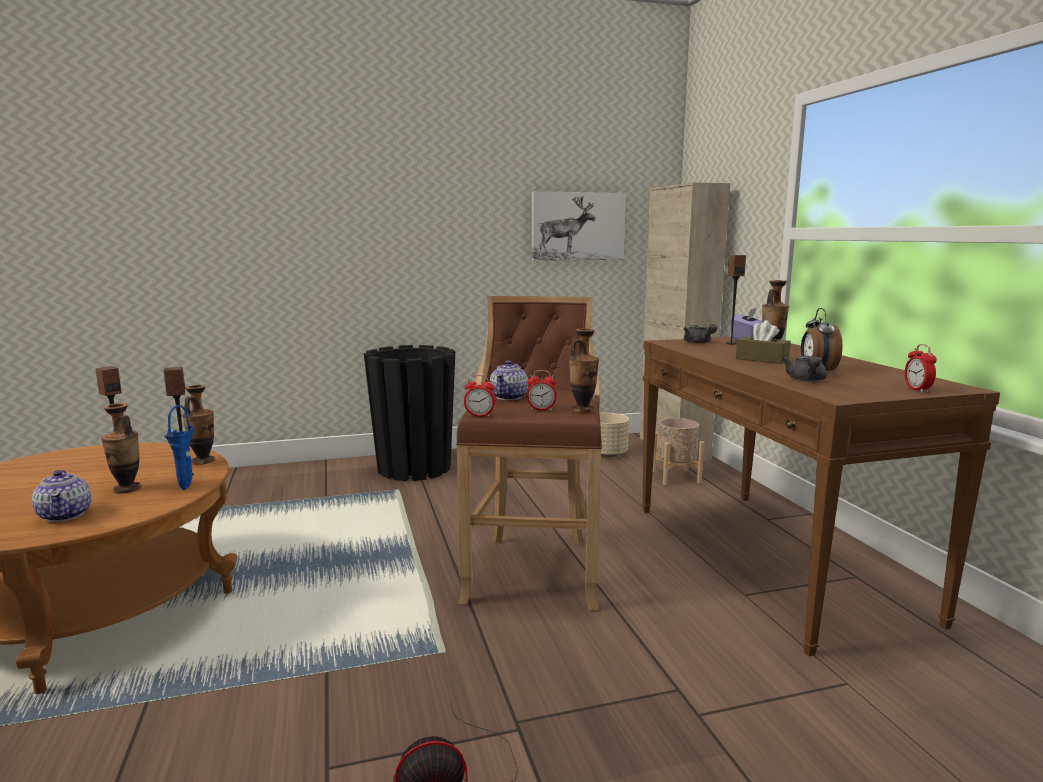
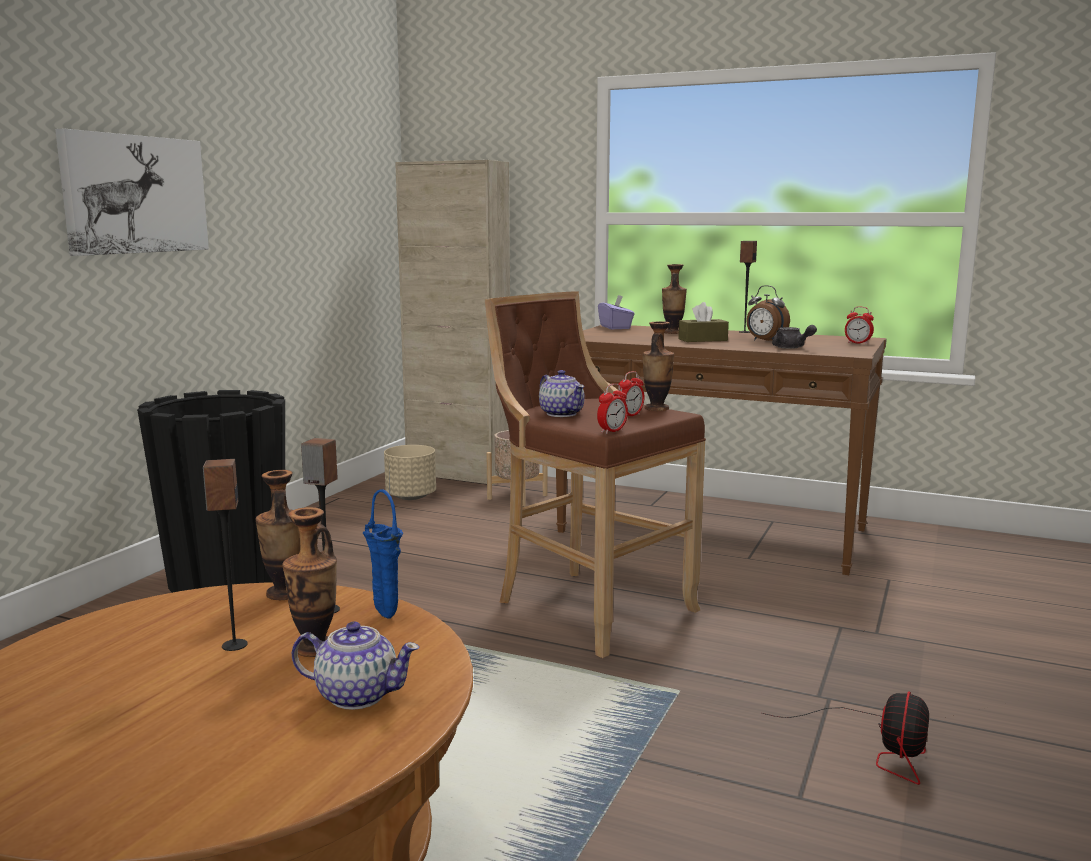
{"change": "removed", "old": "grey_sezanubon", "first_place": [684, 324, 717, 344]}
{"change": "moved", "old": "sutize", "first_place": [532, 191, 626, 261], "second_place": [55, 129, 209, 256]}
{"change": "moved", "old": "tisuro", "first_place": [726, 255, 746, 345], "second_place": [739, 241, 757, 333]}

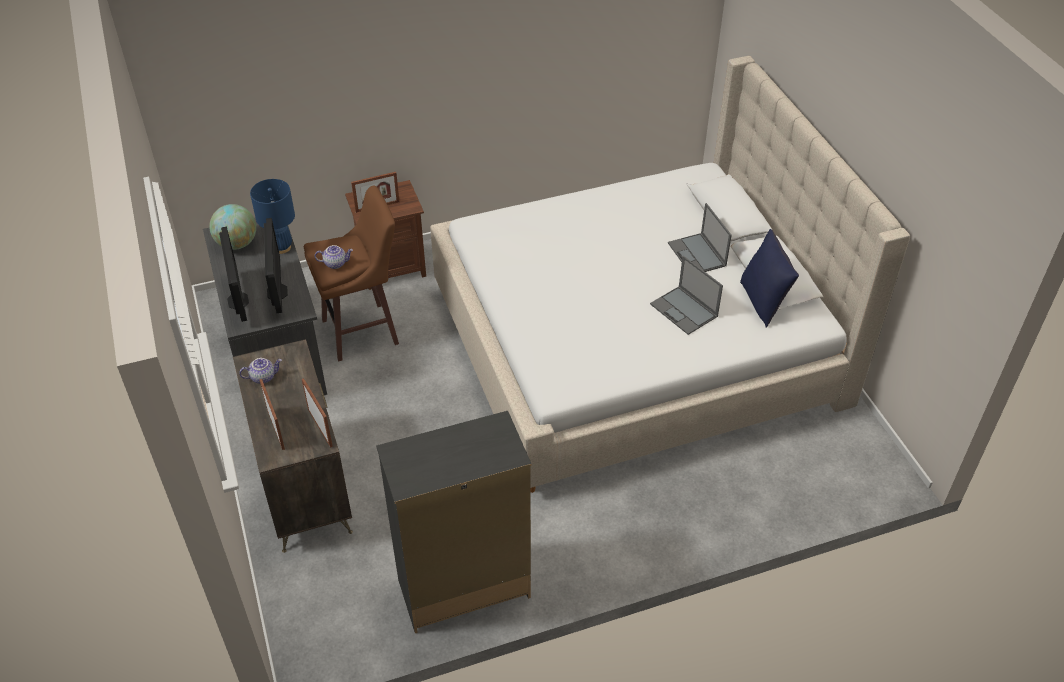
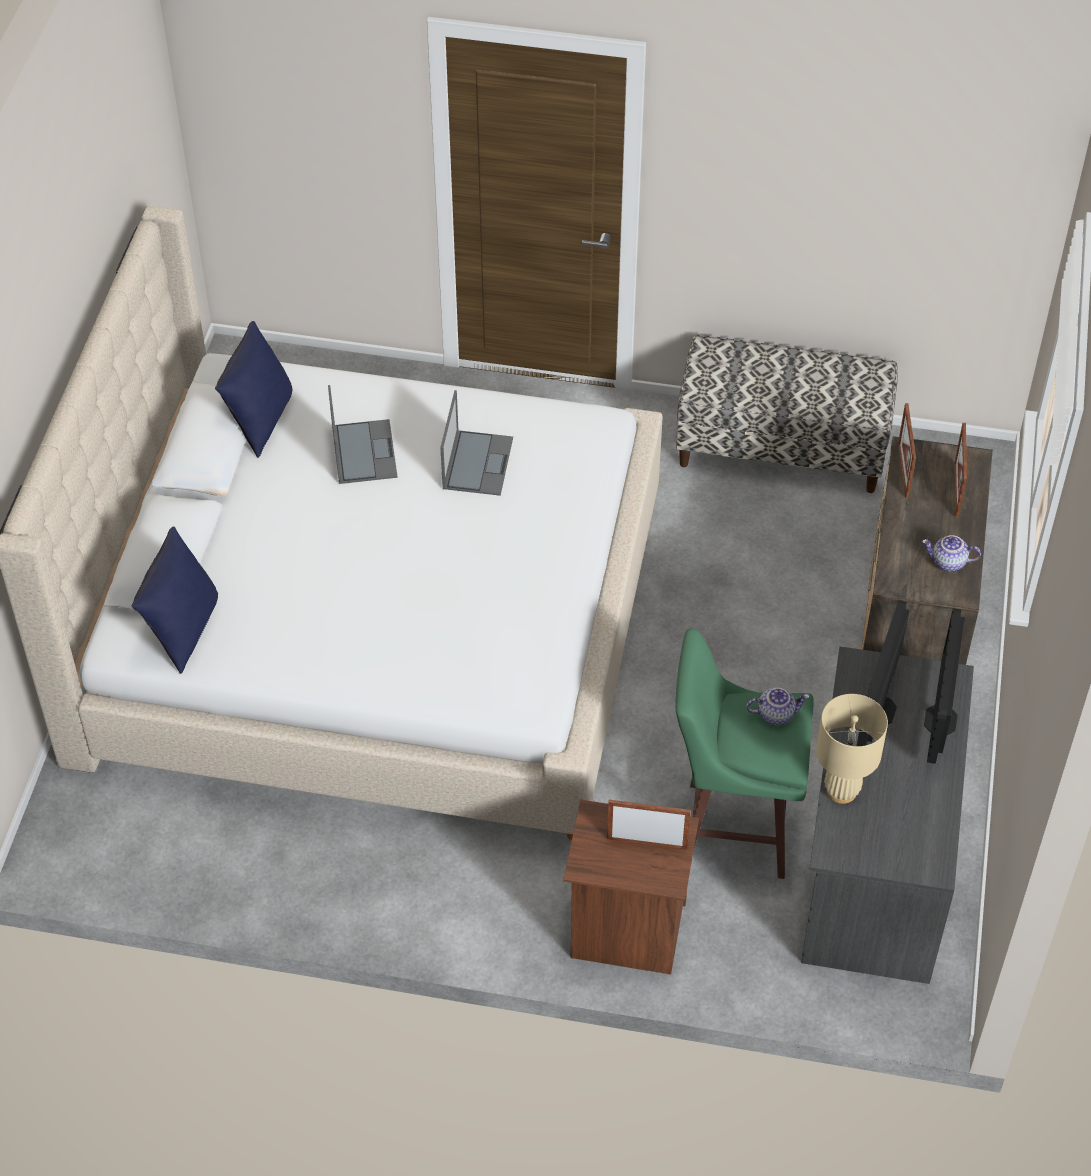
{"change": "removed", "old": "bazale", "first_place": [209, 204, 256, 250]}
{"change": "added", "new": "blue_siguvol", "second_place": [132, 527, 218, 674]}
{"change": "moved", "old": "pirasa", "first_place": [668, 203, 732, 272], "second_place": [440, 390, 513, 496]}
{"change": "replaced", "old": "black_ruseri", "new": "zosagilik", "first_place": [376, 411, 532, 633], "second_place": [676, 335, 898, 493]}
{"change": "recoloured", "old": "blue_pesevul", "new": "beige_pesevul", "first_place": [250, 179, 295, 254], "second_place": [816, 694, 888, 804]}
{"change": "recoloured", "old": "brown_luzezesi", "new": "green_luzezesi", "first_place": [304, 186, 399, 361], "second_place": [675, 629, 814, 879]}
{"change": "turned", "old": "sezanubon", "first_place": [315, 245, 353, 269], "second_place": [746, 687, 809, 725], "degrees": 150}

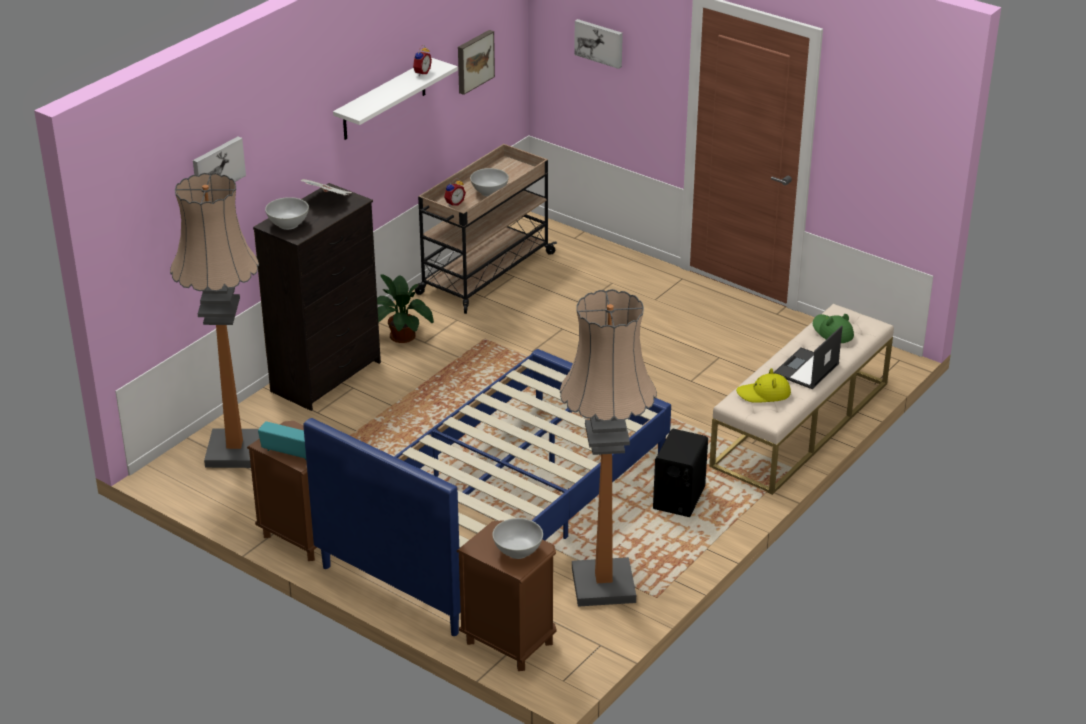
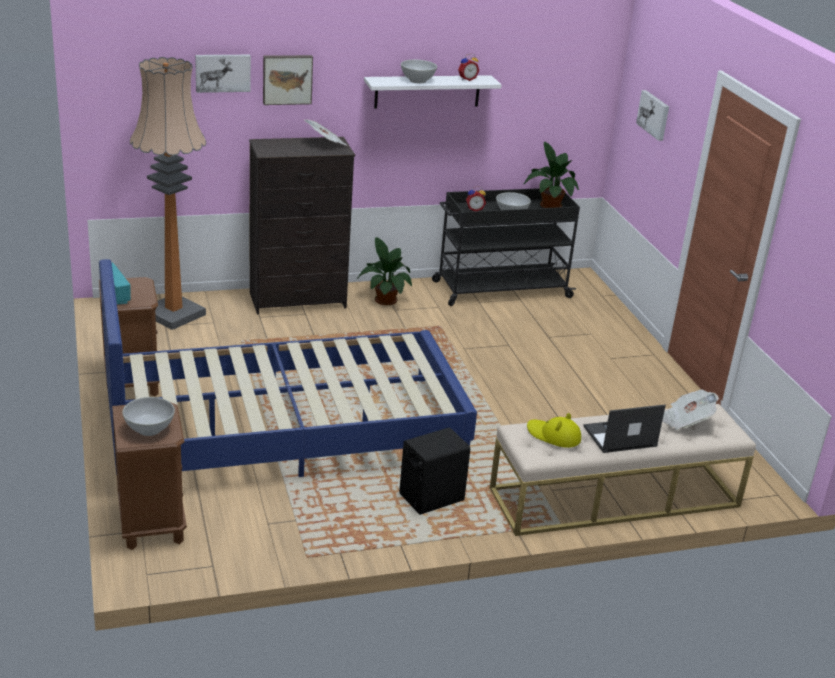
{"change": "removed", "old": "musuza", "first_place": [560, 289, 657, 607]}
{"change": "added", "new": "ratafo", "second_place": [523, 142, 579, 208]}
{"change": "moved", "old": "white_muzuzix", "first_place": [265, 197, 309, 230], "second_place": [401, 60, 437, 84]}
{"change": "moved", "old": "sutize", "first_place": [458, 30, 495, 95], "second_place": [263, 55, 313, 105]}
{"change": "replaced", "old": "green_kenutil", "new": "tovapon", "first_place": [813, 314, 854, 343], "second_place": [662, 389, 719, 430]}
{"change": "recoloured", "old": "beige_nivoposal", "new": "black_nivoposal", "first_place": [415, 144, 557, 314], "second_place": [432, 188, 580, 306]}

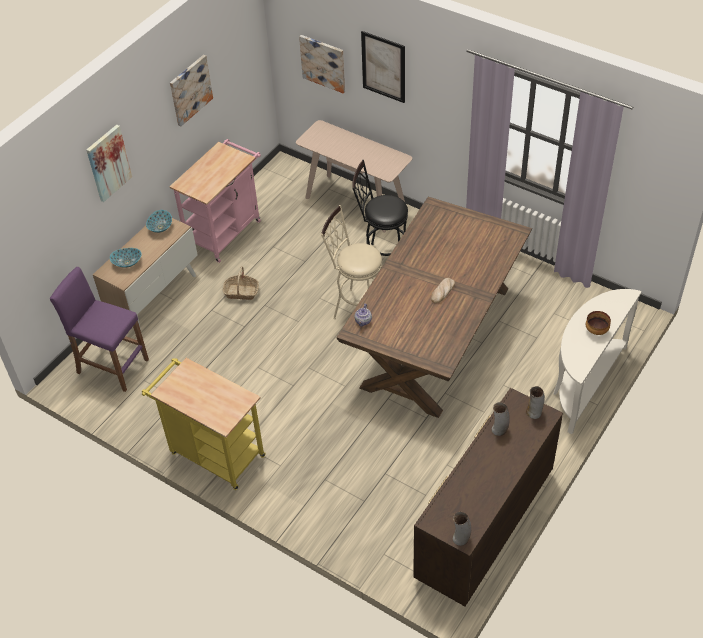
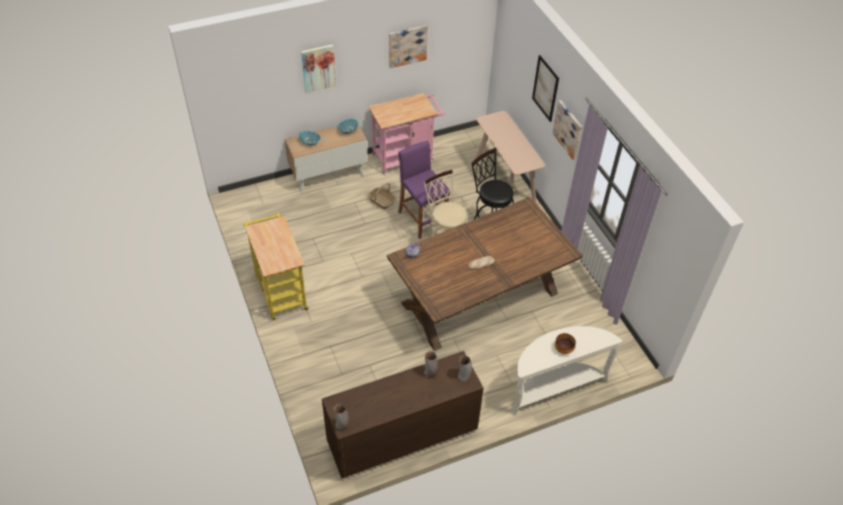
{"change": "moved", "old": "purple_luzezesi", "first_place": [50, 267, 149, 392], "second_place": [398, 141, 450, 239]}
{"change": "moved", "old": "sutize", "first_place": [299, 35, 345, 93], "second_place": [552, 100, 582, 160]}

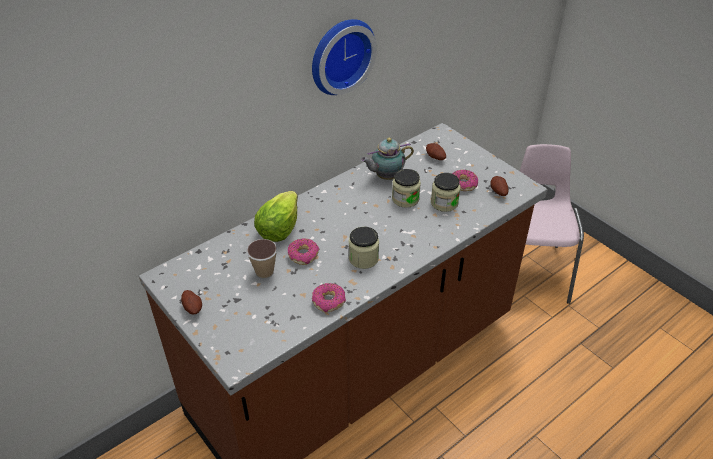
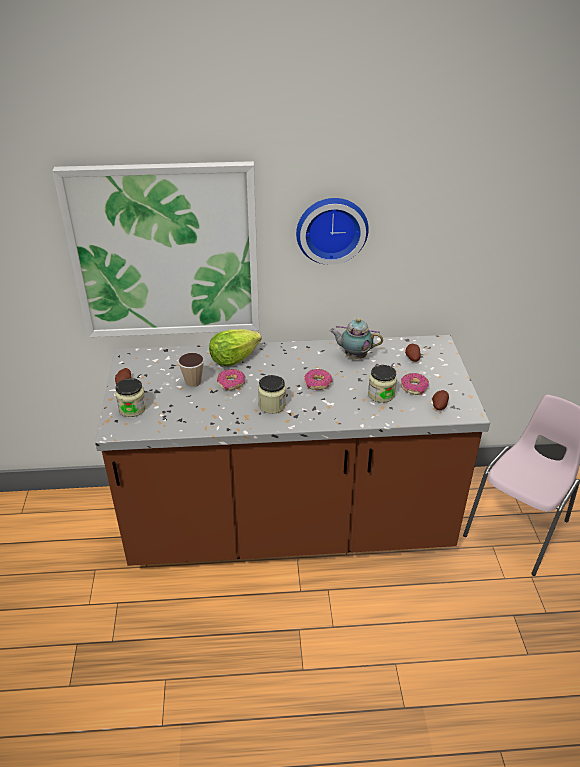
{"change": "added", "new": "sutize", "second_place": [52, 161, 259, 337]}
{"change": "moved", "old": "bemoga", "first_place": [312, 283, 346, 312], "second_place": [304, 369, 332, 390]}
{"change": "moved", "old": "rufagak", "first_place": [392, 169, 421, 208], "second_place": [115, 378, 146, 417]}

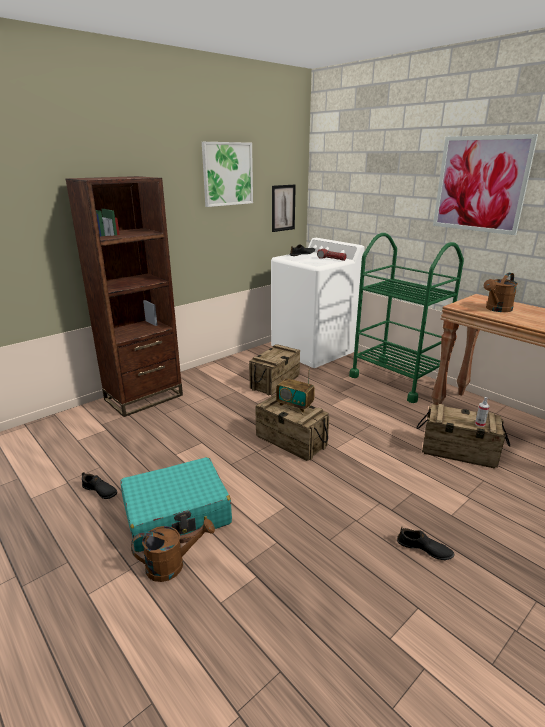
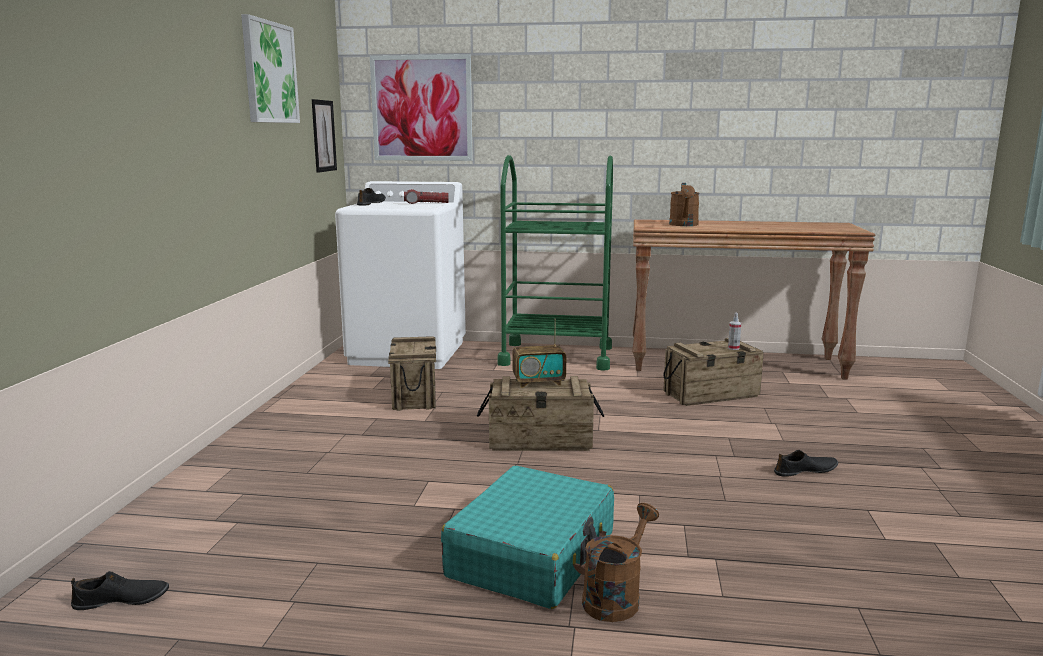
{"change": "removed", "old": "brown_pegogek", "first_place": [65, 176, 183, 417]}
{"change": "moved", "old": "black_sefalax", "first_place": [82, 472, 117, 499], "second_place": [71, 571, 169, 610]}
{"change": "moved", "old": "sutize", "first_place": [433, 134, 538, 235], "second_place": [370, 54, 473, 161]}

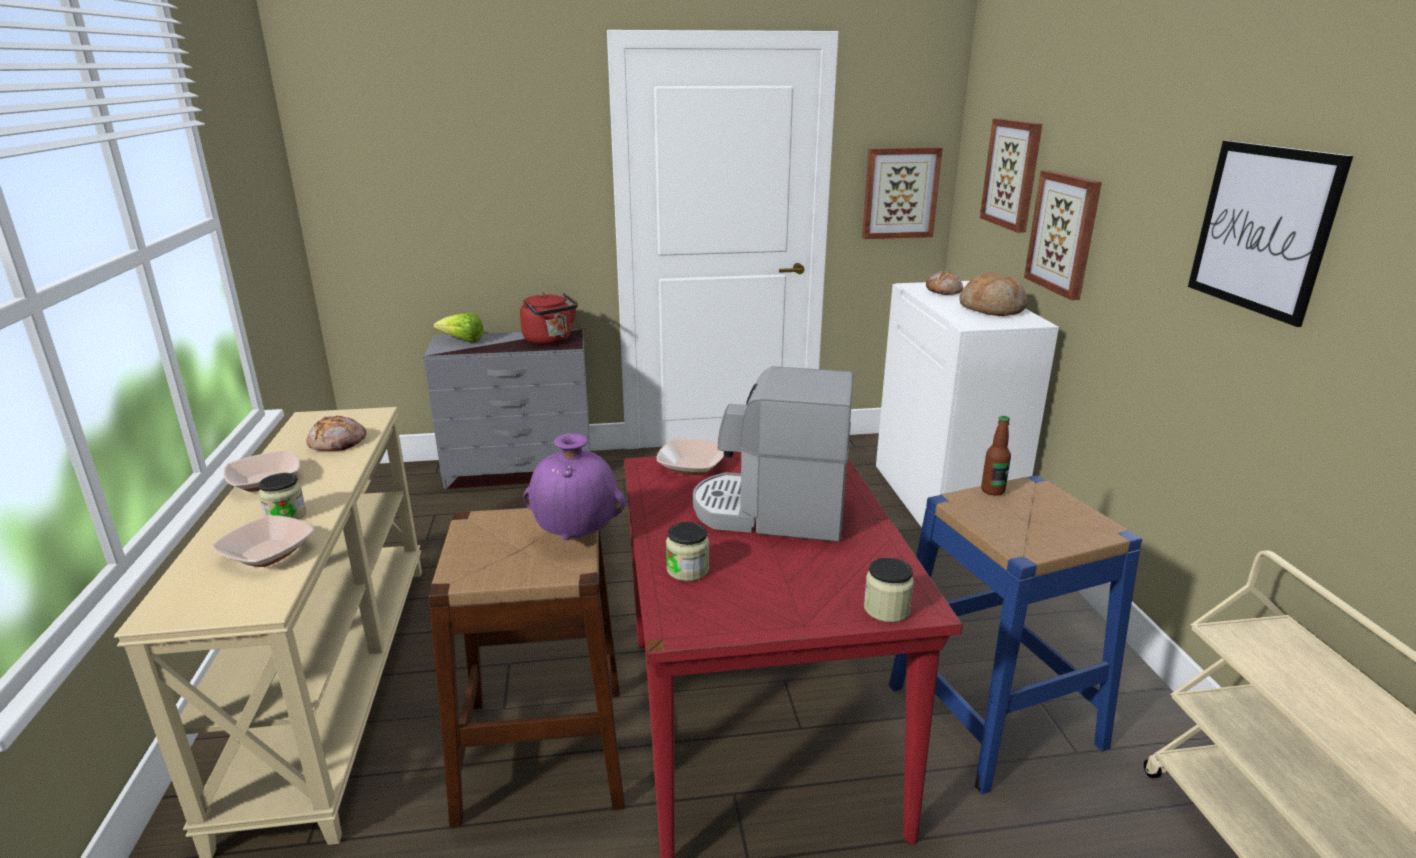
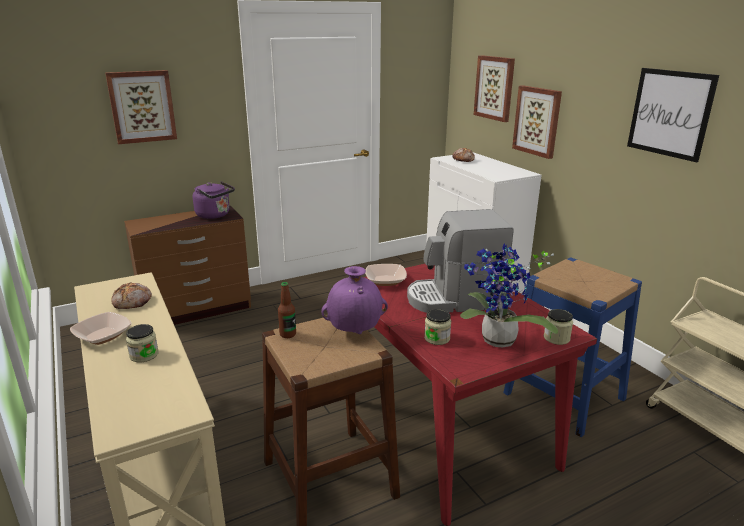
{"change": "removed", "old": "muzuzix", "first_place": [211, 515, 314, 567]}
{"change": "removed", "old": "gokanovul", "first_place": [434, 313, 484, 342]}
{"change": "removed", "old": "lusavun", "first_place": [959, 272, 1028, 316]}
{"change": "added", "new": "ratafo", "second_place": [460, 243, 558, 347]}
{"change": "moved", "old": "sutize", "first_place": [862, 147, 943, 239], "second_place": [105, 70, 177, 144]}
{"change": "moved", "old": "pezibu", "first_place": [981, 416, 1011, 496], "second_place": [278, 282, 296, 338]}
{"change": "recoloured", "old": "grey_ruseri", "new": "brown_ruseri", "first_place": [423, 329, 591, 489], "second_place": [124, 206, 251, 325]}
{"change": "recoloured", "old": "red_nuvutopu", "new": "purple_nuvutopu", "first_place": [520, 292, 578, 345], "second_place": [193, 181, 235, 219]}

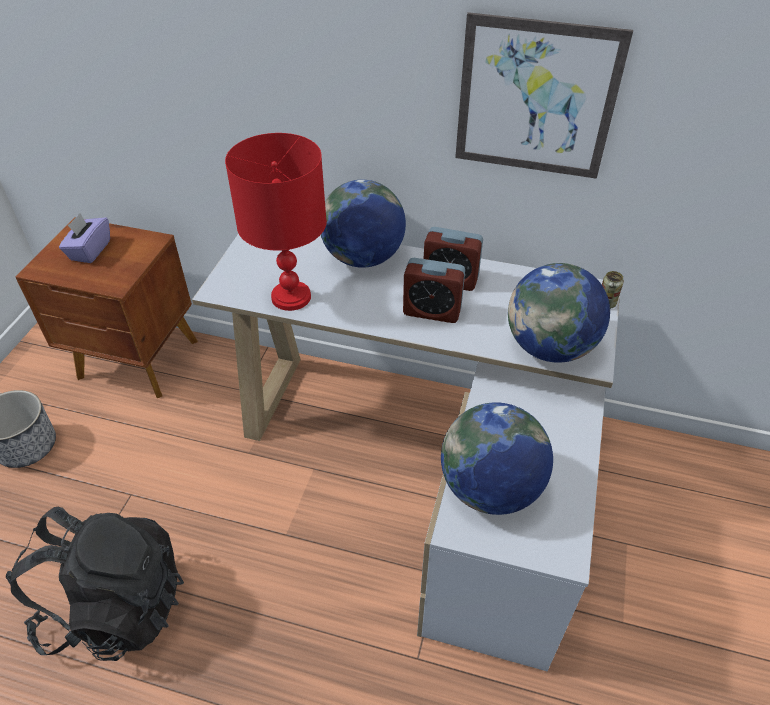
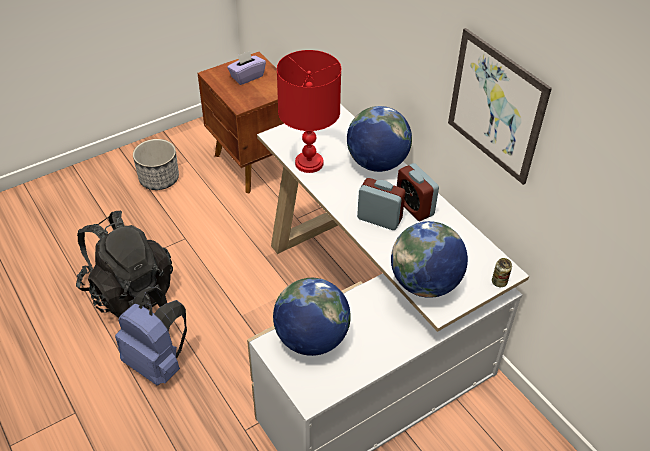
{"change": "added", "new": "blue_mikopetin", "second_place": [115, 287, 187, 386]}
{"change": "turned", "old": "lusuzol", "first_place": [403, 258, 465, 323], "second_place": [357, 178, 406, 230], "degrees": 150}

